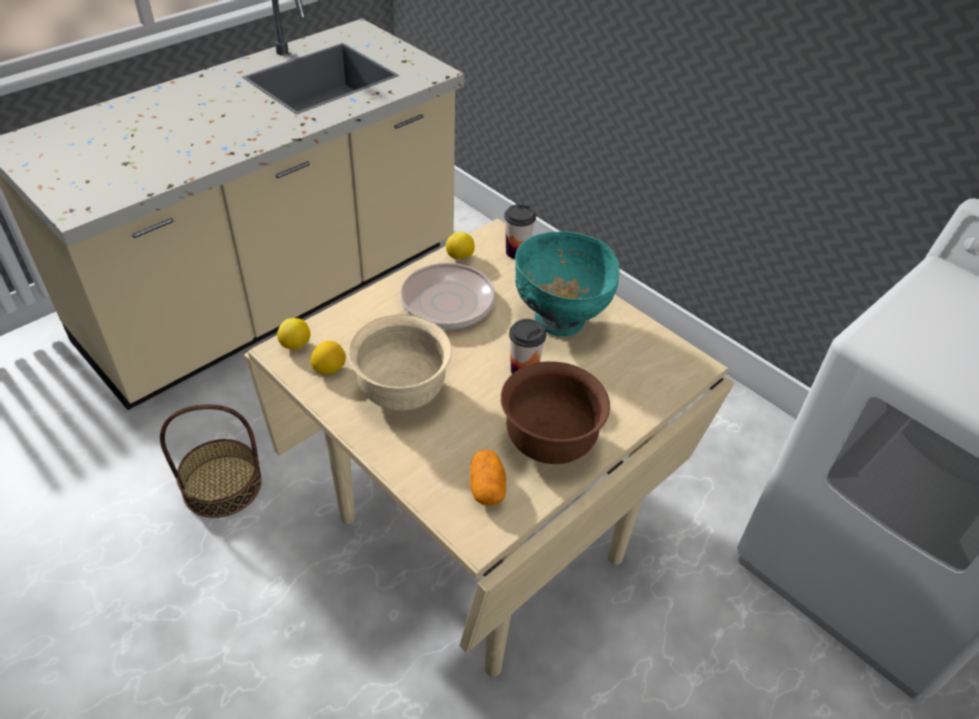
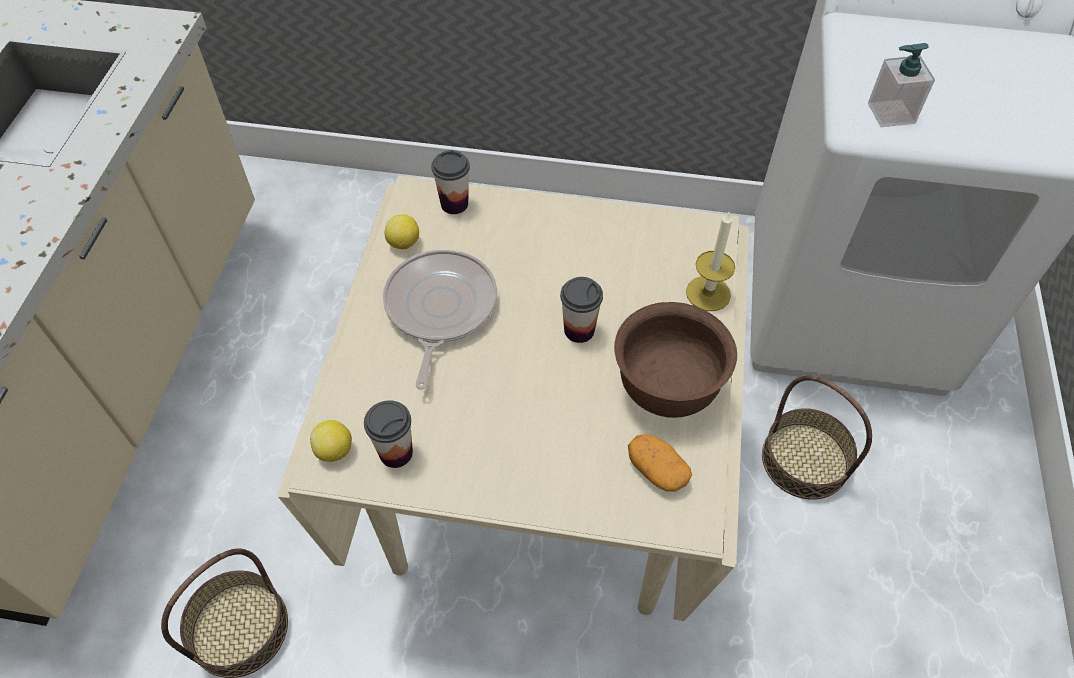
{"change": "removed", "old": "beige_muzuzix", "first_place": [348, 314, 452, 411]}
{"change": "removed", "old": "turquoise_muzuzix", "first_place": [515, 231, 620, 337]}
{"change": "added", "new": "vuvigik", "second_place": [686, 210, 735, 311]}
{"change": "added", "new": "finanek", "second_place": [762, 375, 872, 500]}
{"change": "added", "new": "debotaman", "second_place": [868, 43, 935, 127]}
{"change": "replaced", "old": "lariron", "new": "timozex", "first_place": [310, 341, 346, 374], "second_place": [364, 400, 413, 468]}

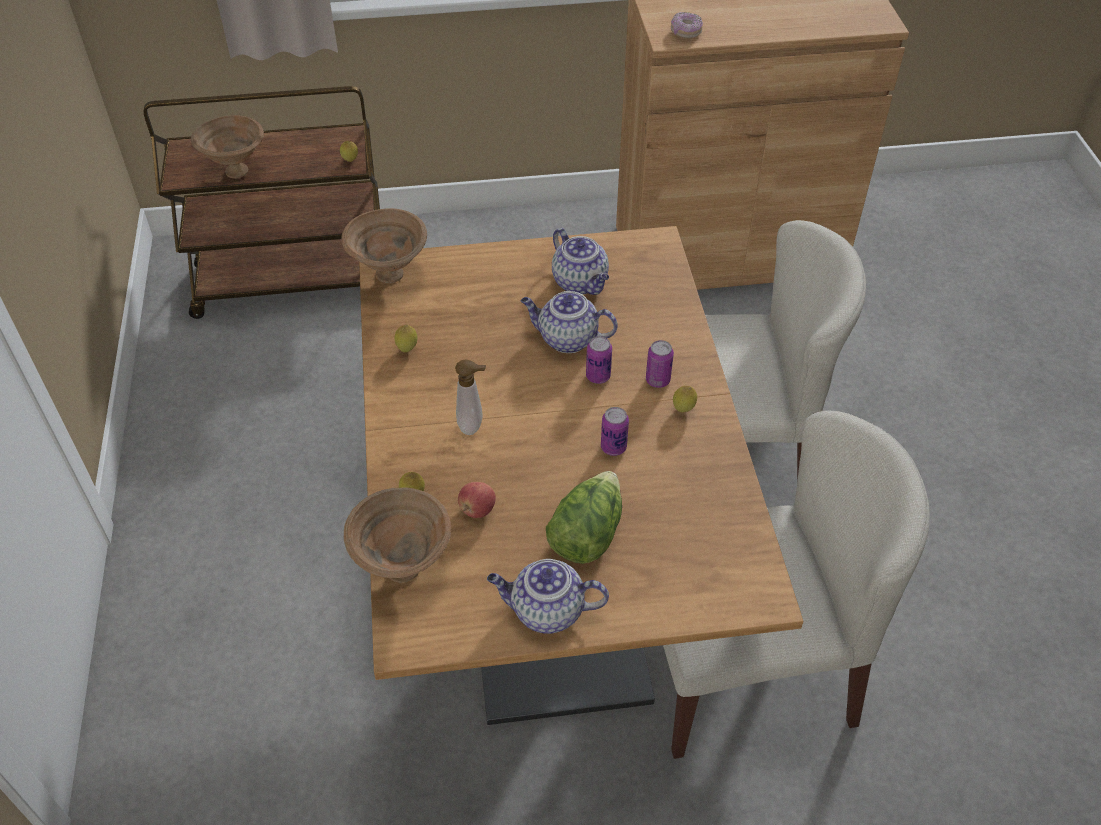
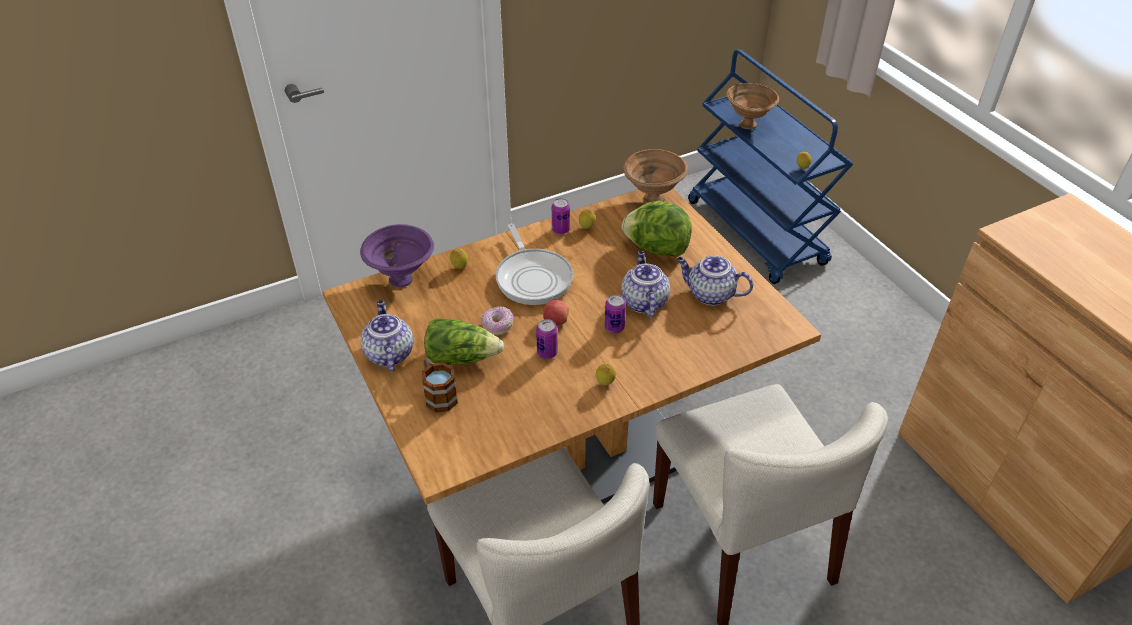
{"change": "added", "new": "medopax", "second_place": [422, 358, 458, 412]}
{"change": "added", "new": "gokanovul", "second_place": [622, 201, 691, 257]}
{"change": "moved", "old": "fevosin", "first_place": [458, 482, 496, 518], "second_place": [543, 300, 569, 326]}
{"change": "moved", "old": "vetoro", "first_place": [646, 340, 674, 388], "second_place": [552, 198, 570, 234]}
{"change": "moved", "old": "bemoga", "first_place": [671, 12, 703, 39], "second_place": [481, 307, 513, 335]}
{"change": "replaced", "old": "debotaman", "new": "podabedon", "first_place": [455, 359, 486, 435], "second_place": [496, 224, 573, 305]}
{"change": "recoloured", "old": "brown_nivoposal", "new": "blue_nivoposal", "first_place": [144, 86, 380, 319], "second_place": [688, 49, 853, 284]}
{"change": "recoloured", "old": "brown_muzuzix", "new": "purple_muzuzix", "first_place": [344, 487, 451, 583], "second_place": [360, 224, 434, 287]}
{"change": "turned", "old": "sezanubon", "first_place": [552, 228, 609, 295], "second_place": [676, 255, 753, 305], "degrees": 75}

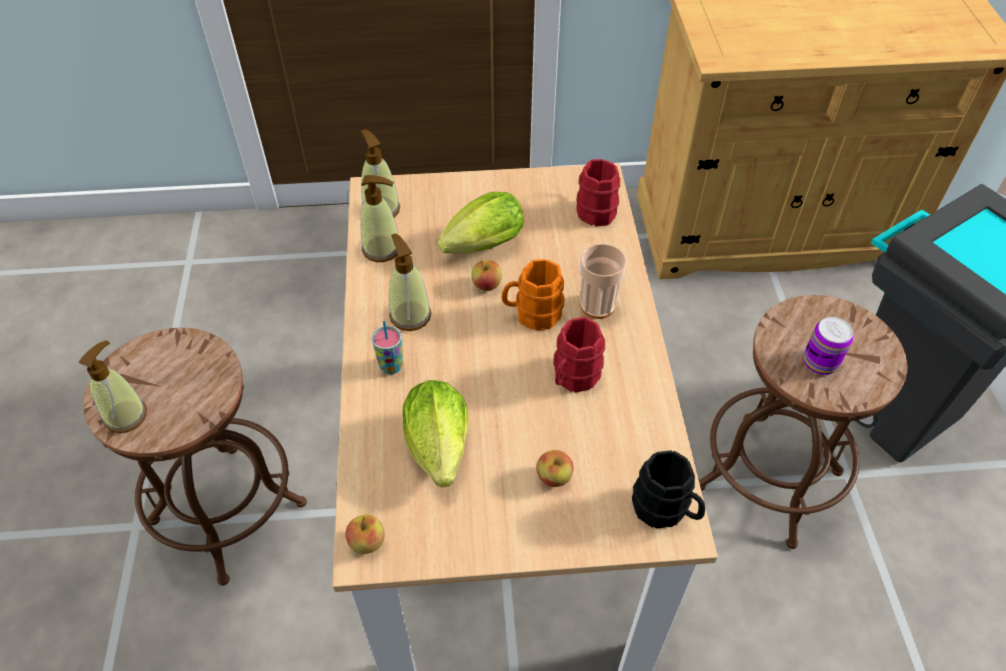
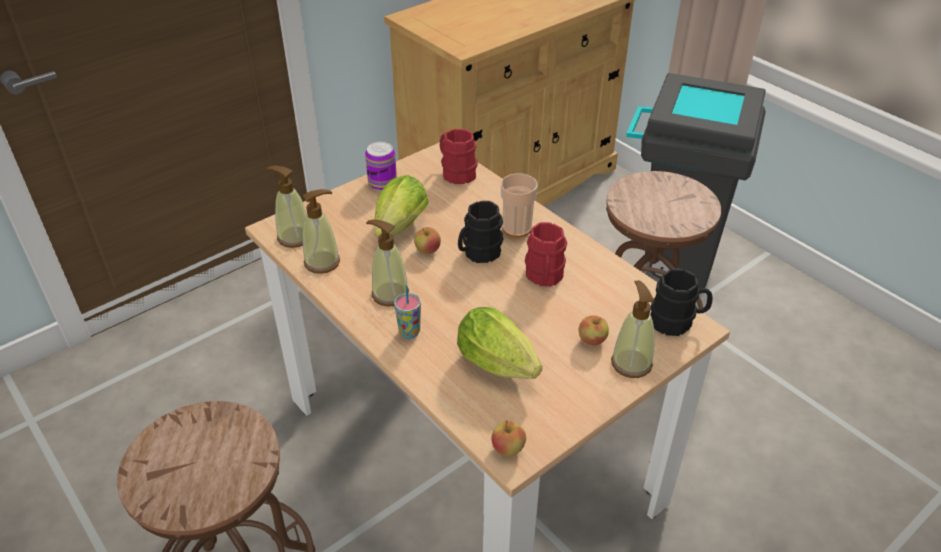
{"change": "moved", "old": "debotaman", "first_place": [79, 340, 147, 433], "second_place": [611, 280, 655, 378]}
{"change": "moved", "old": "vetoro", "first_place": [803, 317, 853, 375], "second_place": [365, 142, 397, 191]}
{"change": "recoloured", "old": "orange_medopax", "new": "black_medopax", "first_place": [501, 259, 565, 331], "second_place": [458, 201, 503, 263]}

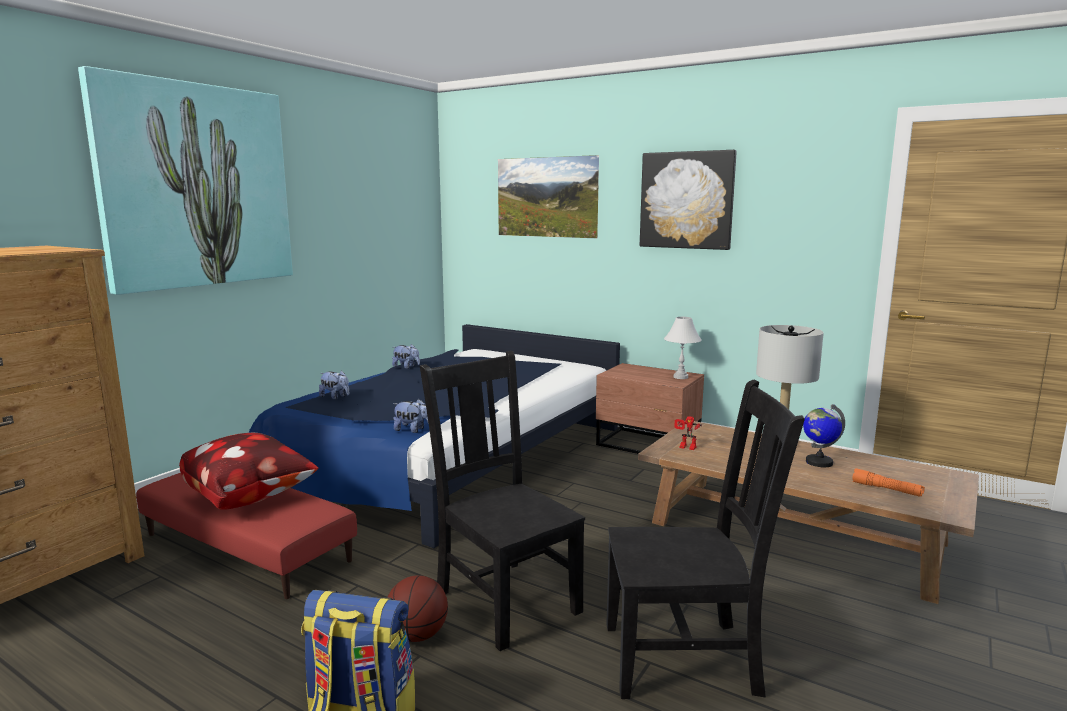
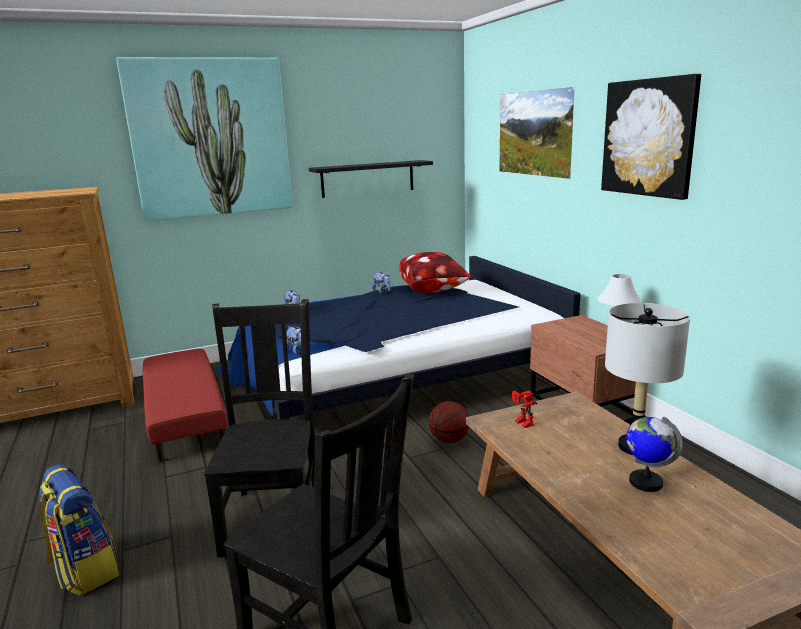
{"change": "removed", "old": "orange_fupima", "first_place": [852, 468, 925, 497]}
{"change": "added", "new": "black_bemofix", "second_place": [309, 160, 433, 198]}
{"change": "moved", "old": "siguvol", "first_place": [179, 433, 318, 510], "second_place": [399, 252, 471, 293]}
{"change": "moved", "old": "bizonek", "first_place": [388, 575, 448, 642], "second_place": [429, 401, 469, 443]}

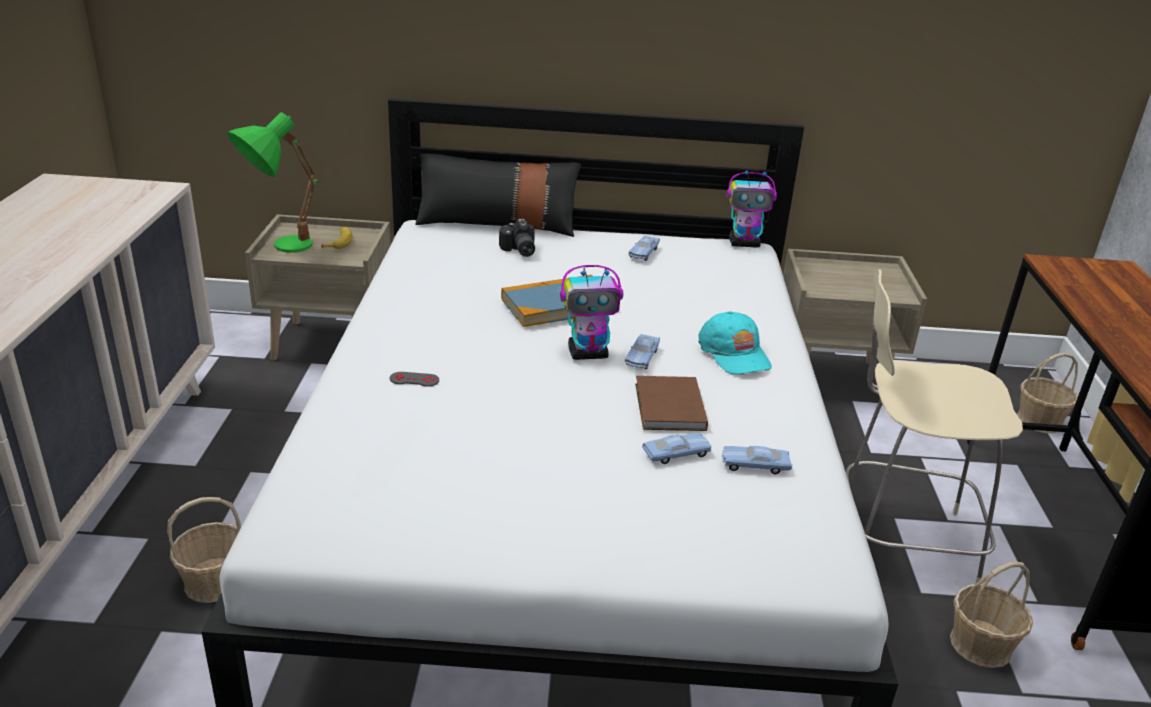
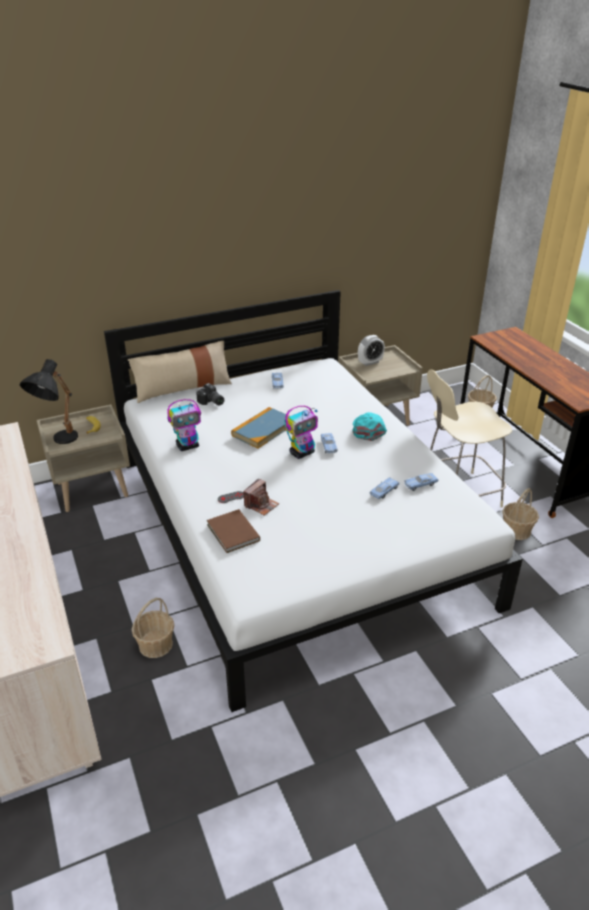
{"change": "added", "new": "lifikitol", "second_place": [243, 478, 279, 516]}
{"change": "added", "new": "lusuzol", "second_place": [358, 335, 385, 366]}
{"change": "moved", "old": "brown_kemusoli", "first_place": [635, 376, 708, 431], "second_place": [207, 509, 260, 553]}
{"change": "moved", "old": "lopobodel", "first_place": [726, 170, 777, 248], "second_place": [167, 399, 201, 451]}
{"change": "recoloured", "old": "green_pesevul", "new": "black_pesevul", "first_place": [227, 112, 319, 253], "second_place": [20, 359, 78, 444]}
{"change": "recoloured", "old": "black_siguvol", "new": "beige_siguvol", "first_place": [415, 153, 581, 237], "second_place": [128, 341, 232, 403]}
{"change": "turned", "old": "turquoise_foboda", "first_place": [698, 311, 772, 375], "second_place": [352, 412, 387, 441], "degrees": -135}

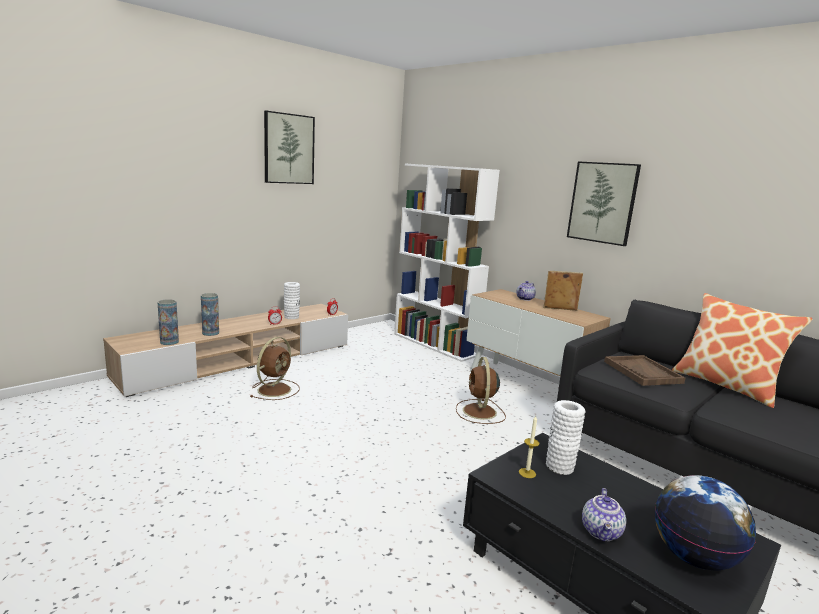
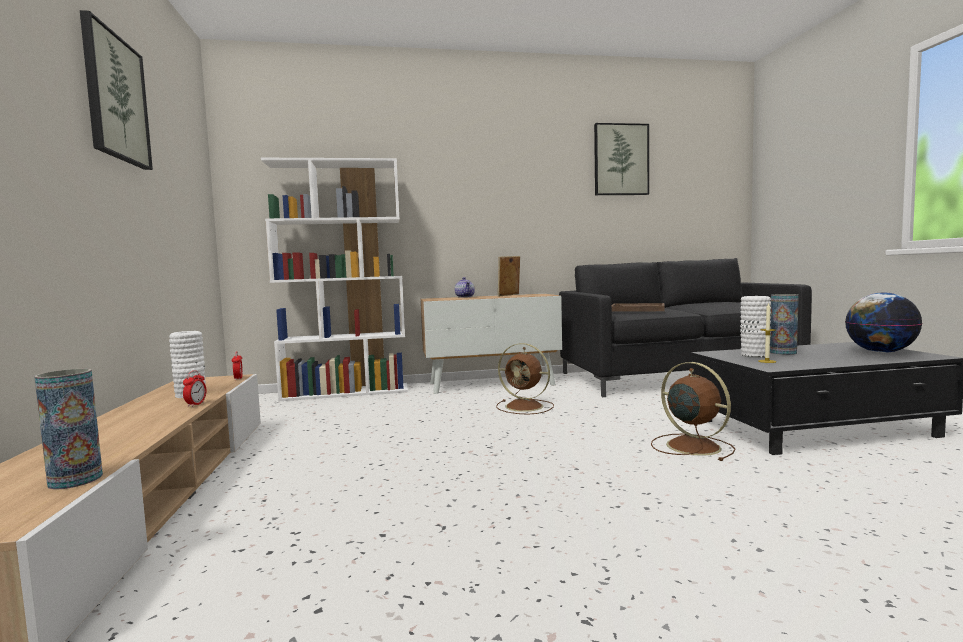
{"change": "removed", "old": "sezanubon", "first_place": [582, 488, 626, 542]}
{"change": "removed", "old": "siguvol", "first_place": [672, 293, 812, 408]}
{"change": "moved", "old": "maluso", "first_place": [201, 293, 219, 336], "second_place": [770, 294, 799, 355]}
{"change": "moved", "old": "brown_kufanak", "first_place": [250, 337, 300, 400], "second_place": [651, 362, 736, 461]}
{"change": "moved", "old": "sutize", "first_place": [567, 161, 641, 246], "second_place": [594, 123, 649, 195]}

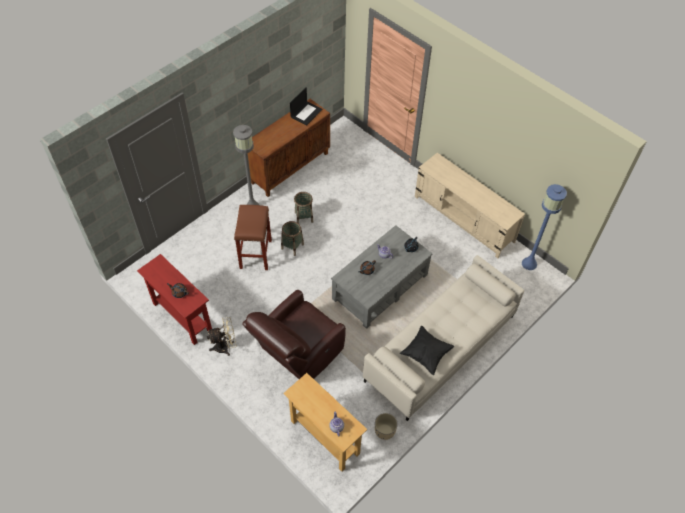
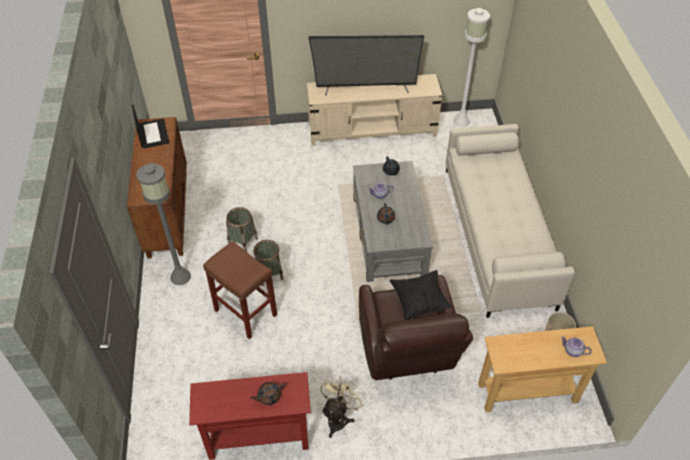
{"change": "added", "new": "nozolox", "second_place": [309, 35, 424, 95]}
{"change": "moved", "old": "black_siguvol", "first_place": [400, 326, 454, 375], "second_place": [389, 270, 451, 320]}
{"change": "recoloured", "old": "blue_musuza", "new": "white_musuza", "first_place": [522, 184, 567, 270], "second_place": [453, 8, 490, 127]}

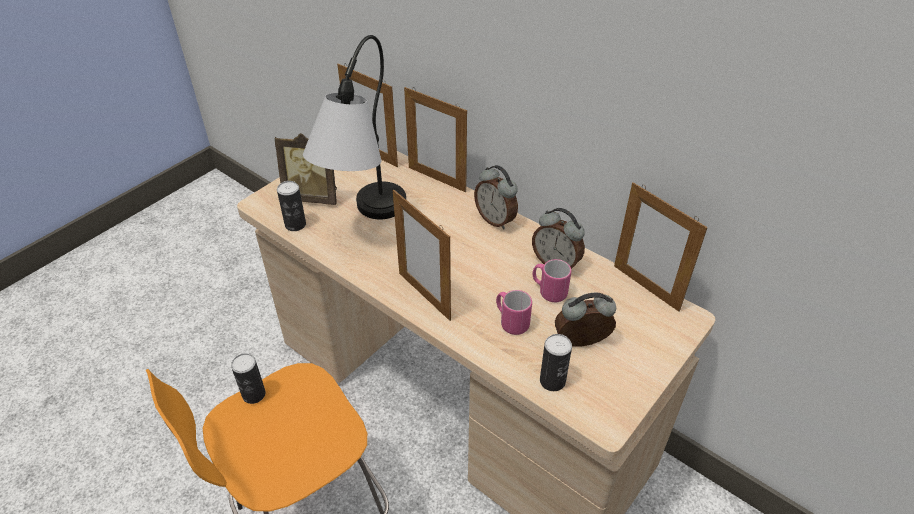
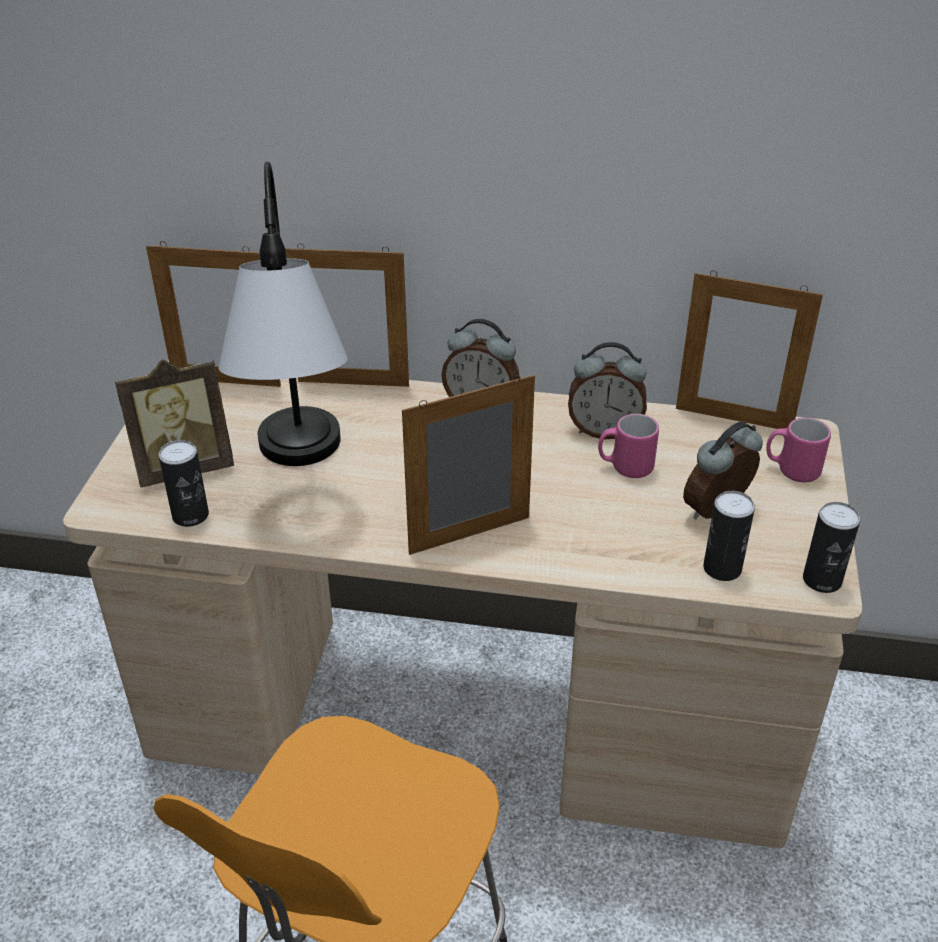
{"change": "moved", "old": "vetoro", "first_place": [231, 353, 266, 404], "second_place": [803, 502, 860, 593]}
{"change": "moved", "old": "pink_medopax", "first_place": [496, 290, 532, 335], "second_place": [766, 418, 831, 482]}
{"change": "turned", "old": "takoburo", "first_place": [393, 190, 451, 321], "second_place": [402, 375, 535, 555], "degrees": 135}

